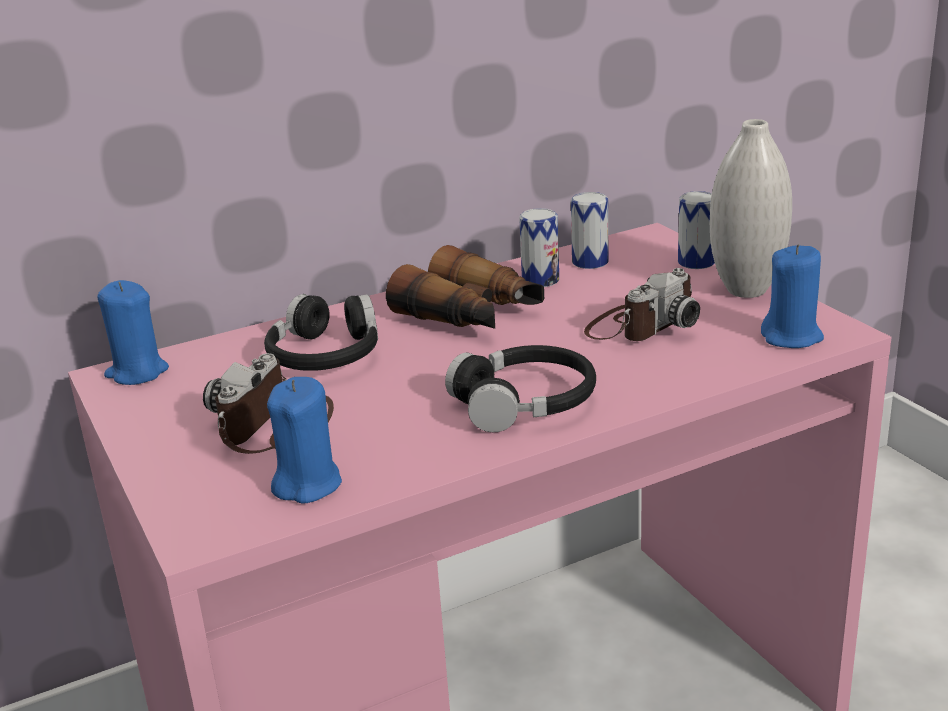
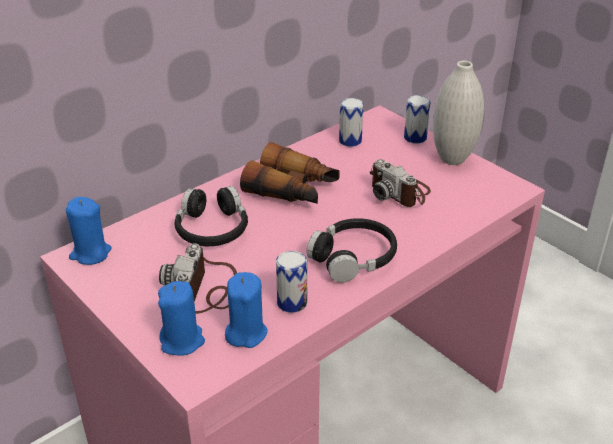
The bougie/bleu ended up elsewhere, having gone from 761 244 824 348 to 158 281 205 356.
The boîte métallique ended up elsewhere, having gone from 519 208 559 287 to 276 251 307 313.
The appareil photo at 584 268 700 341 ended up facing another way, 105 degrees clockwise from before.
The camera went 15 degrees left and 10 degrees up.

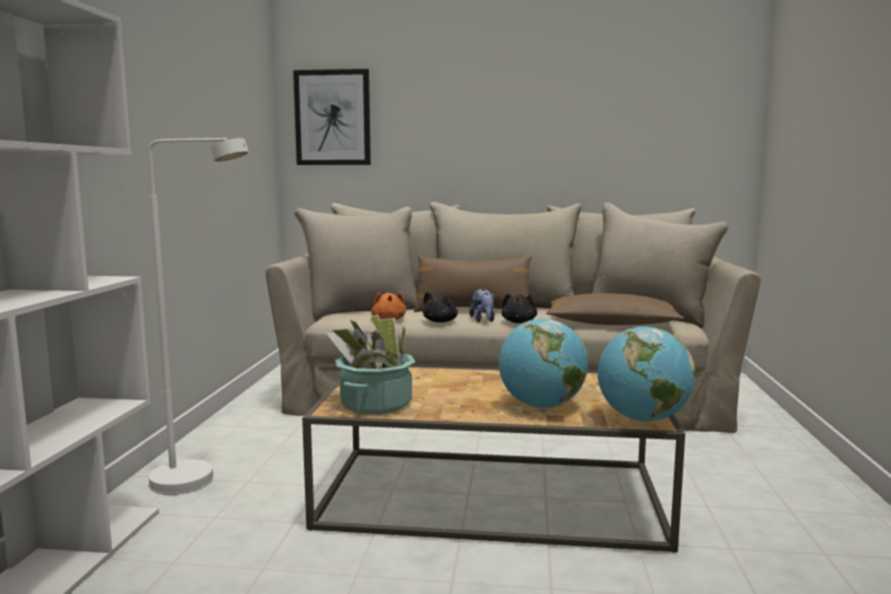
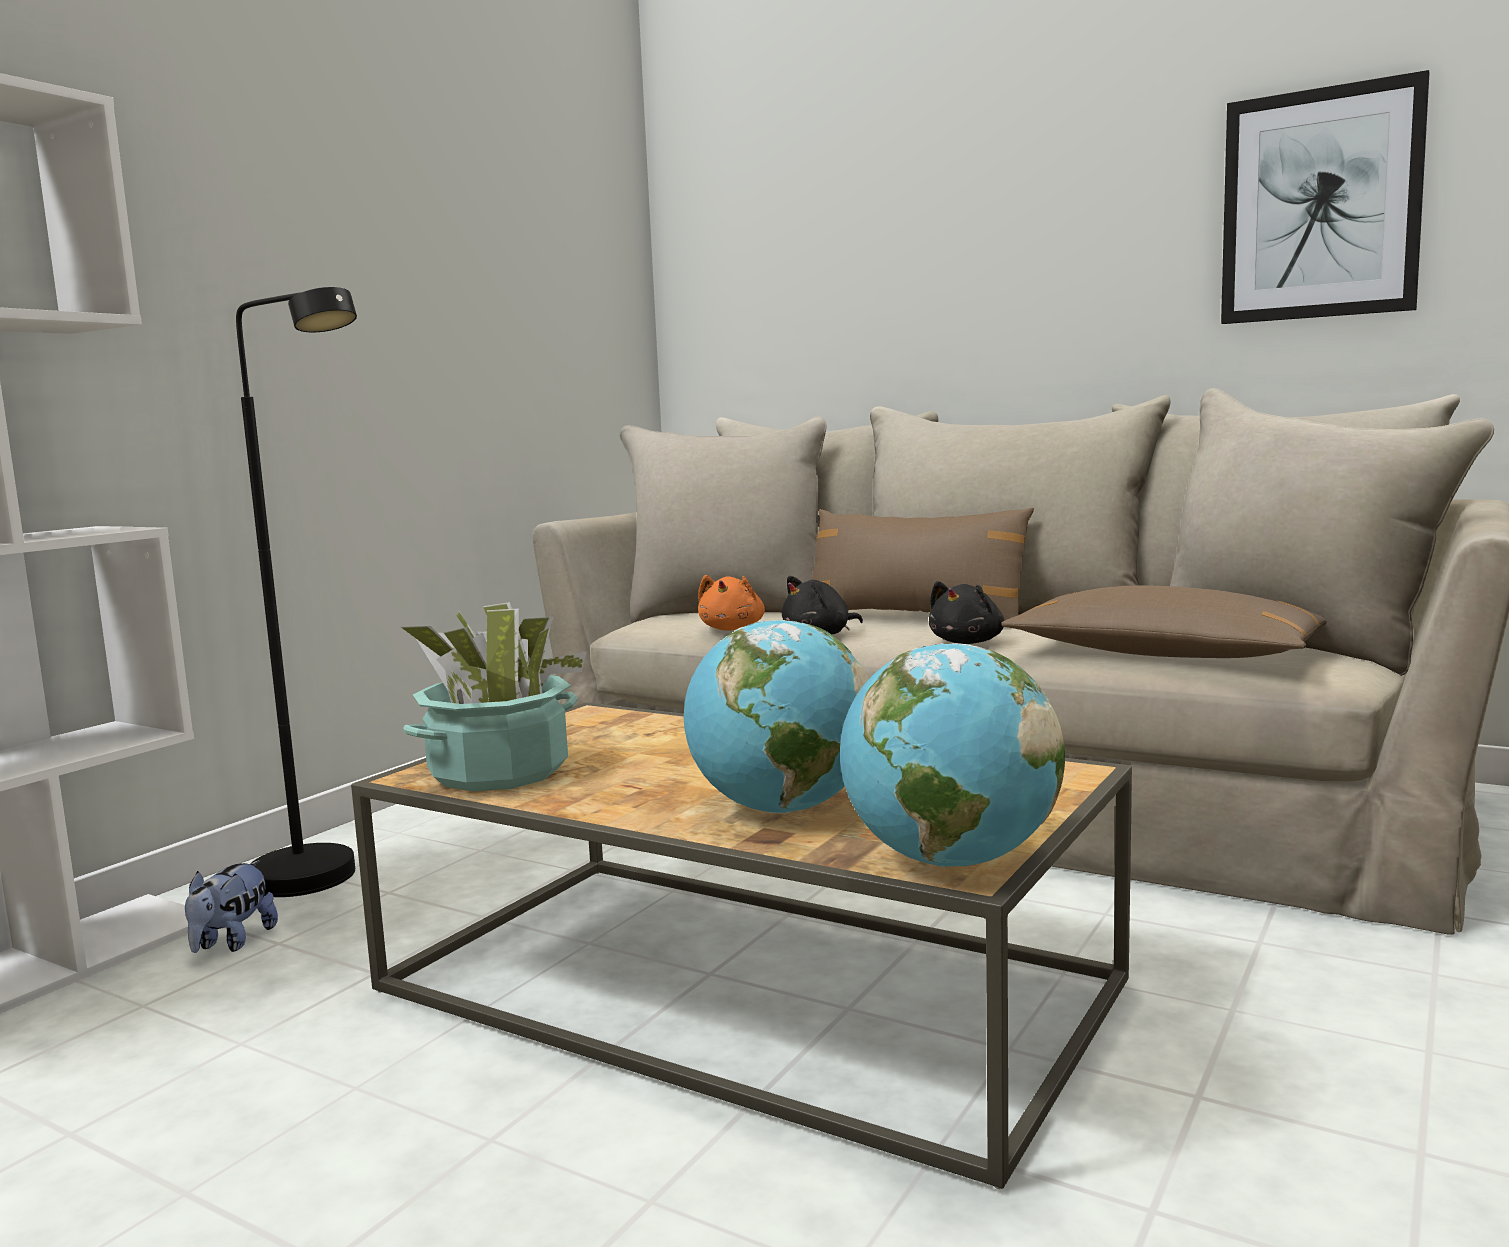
The peluche ended up elsewhere, having gone from 469 289 495 322 to 185 860 278 953.
What was the lampadaire/blanc at 149 138 249 495 turned into the lampadaire/noir at 236 287 357 897.
The tableau ended up elsewhere, having gone from 293 69 371 165 to 1221 70 1429 324.
The camera went 25 degrees right and 0 degrees up.

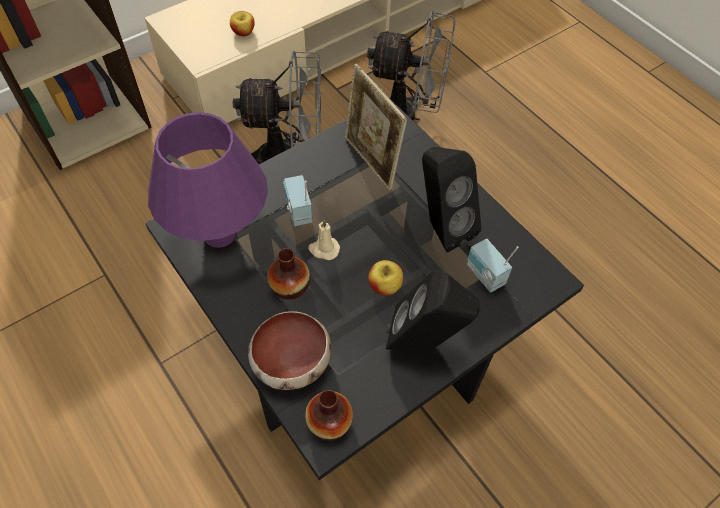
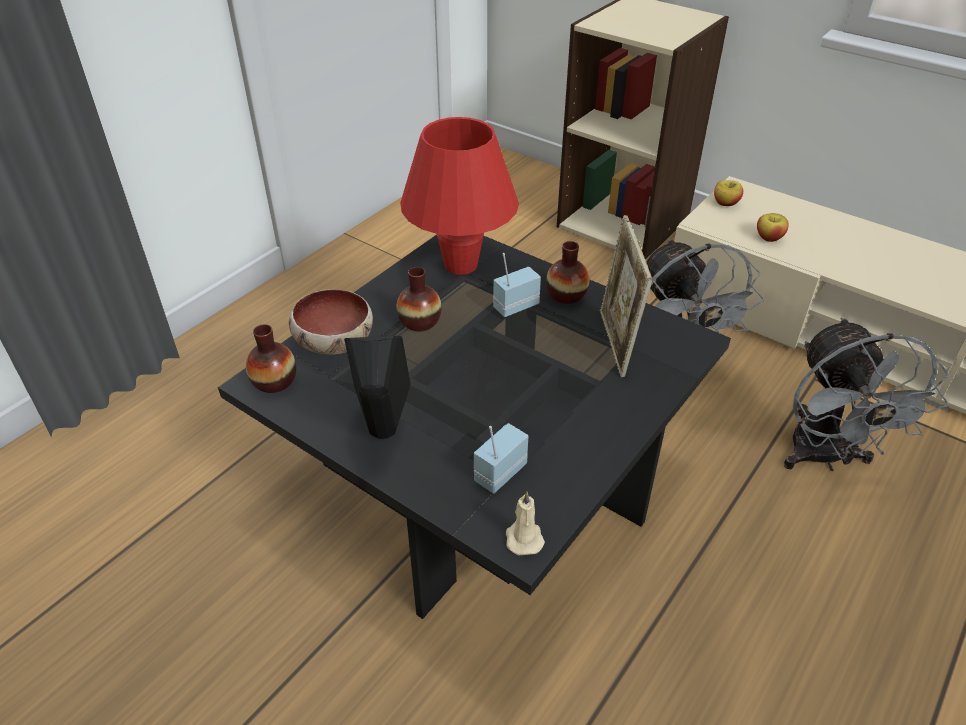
What was the lampe de table/violet at 148 112 268 248 turned into the lampe de table/rouge at 400 117 519 275.
The bougie/beige ended up elsewhere, having gone from 308 219 340 260 to 506 491 545 555.
The second view gained the vase at 546 241 589 304.
The cadre photo at 345 63 407 190 ended up facing another way, 45 degrees counterclockwise from before.
The pomme ended up elsewhere, having gone from 368 260 403 296 to 714 180 743 206.
The second view lost the enceinte/noir at 422 147 481 252.
The camera went 75 degrees right and 15 degrees down.

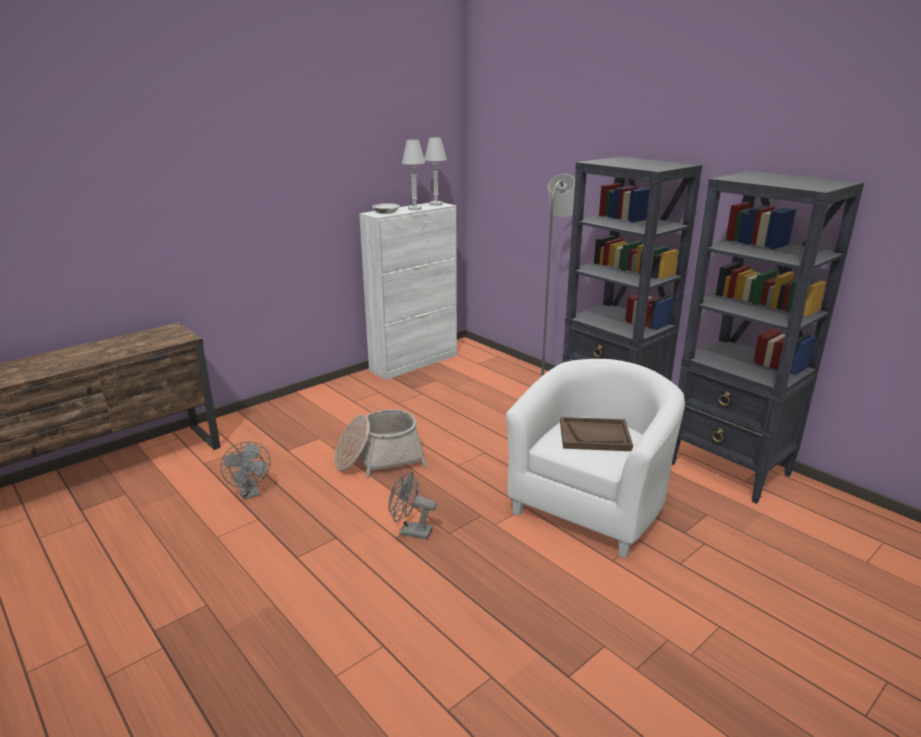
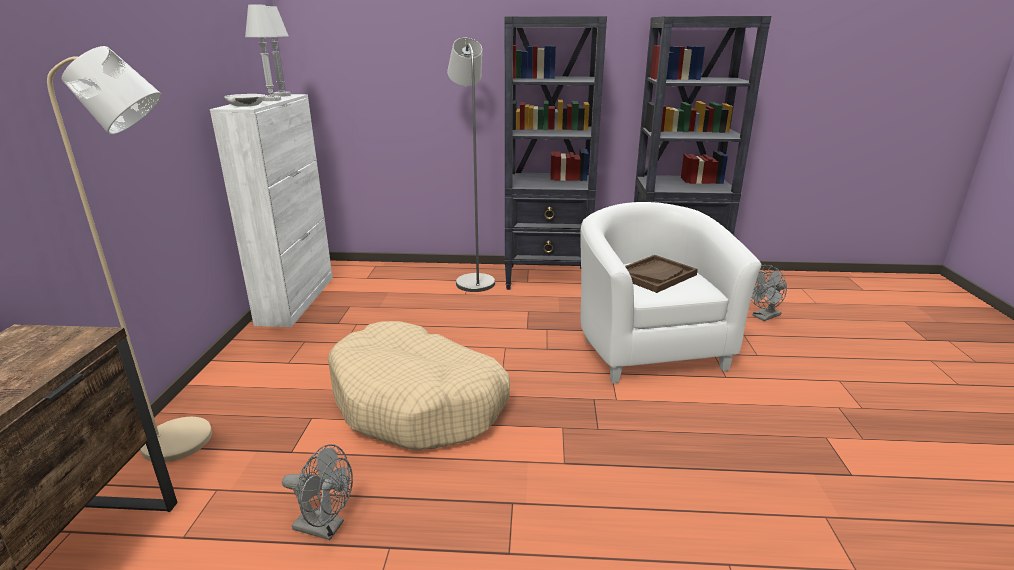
The second view gained the lampadaire/beige at 47 46 212 462.
Where the panier stood at 334 409 427 477, the panier pour chien/beige came to stand at 328 321 510 451.
The ventilateur/gris ended up elsewhere, having gone from 389 472 437 539 to 751 265 787 321.
The camera went 45 degrees left and 0 degrees up.

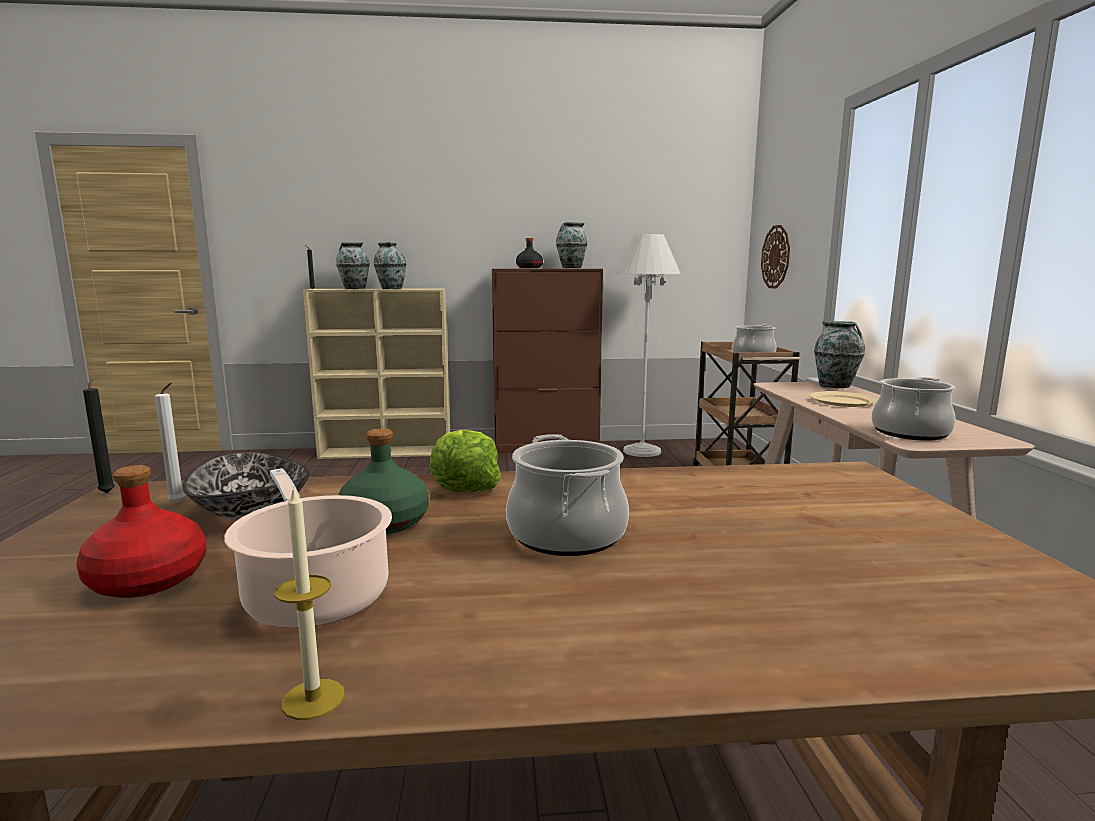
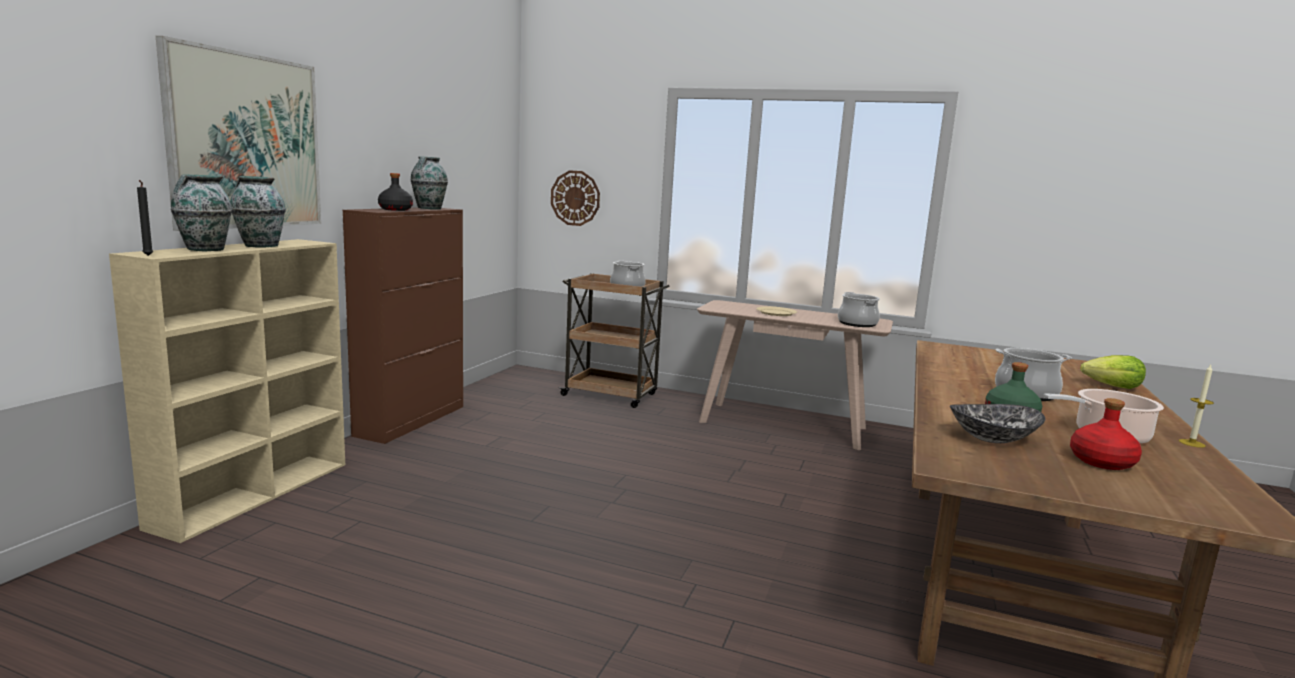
The second view gained the tableau at 156 36 321 231.
The laitue ended up elsewhere, having gone from 429 429 501 493 to 1080 355 1146 389.
The second view lost the bougie/noir at 83 375 115 493.
The second view lost the bougie/blanc at 155 383 185 503.
The second view lost the lampadaire/blanc at 616 234 681 457.
The second view lost the vase at 814 321 865 388.
The camera went 65 degrees left and 0 degrees up.

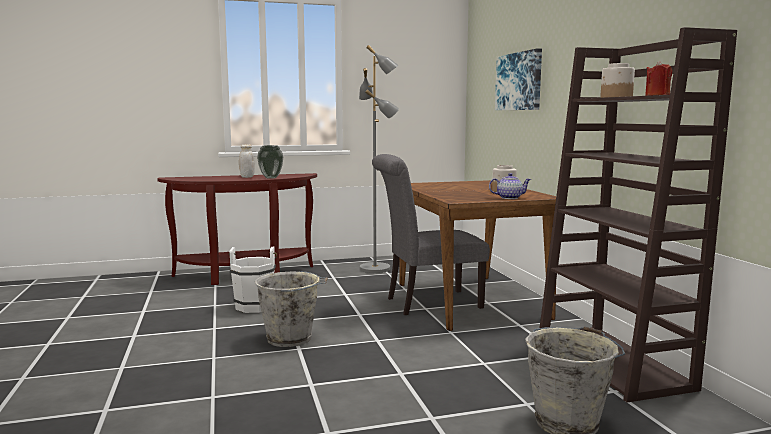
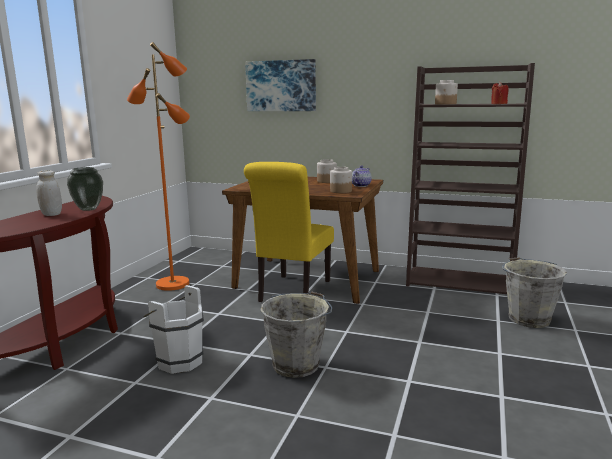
What was the lampadaire/gris at 359 45 399 273 turned into the lampadaire/orange at 127 42 190 291.
What was the chaise/gris at 372 154 490 315 turned into the chaise/jaune at 244 162 334 302.
The second view gained the bocal at 330 167 352 193.
The camera went 55 degrees left and 5 degrees up.

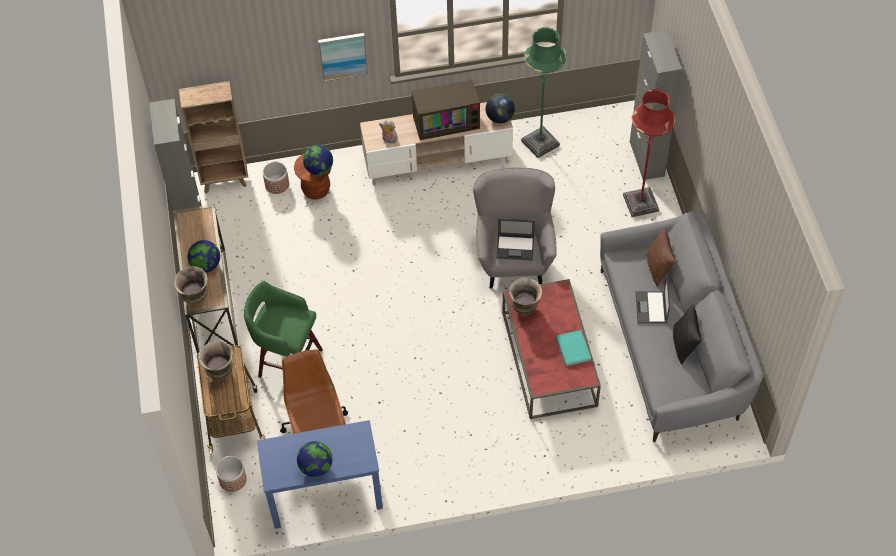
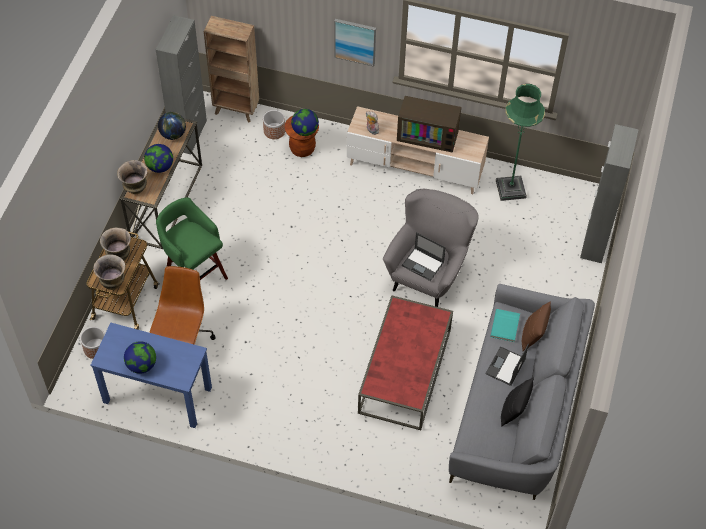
The vase ended up elsewhere, having gone from 509 278 542 315 to 93 254 125 290.
The globe ended up elsewhere, having gone from 486 94 515 123 to 158 112 186 140.
The livre/turquoise ended up elsewhere, having gone from 556 330 591 366 to 490 309 520 342.
The second view lost the lampadaire/rouge at 623 89 675 217.
The camera went 25 degrees right and 0 degrees up.

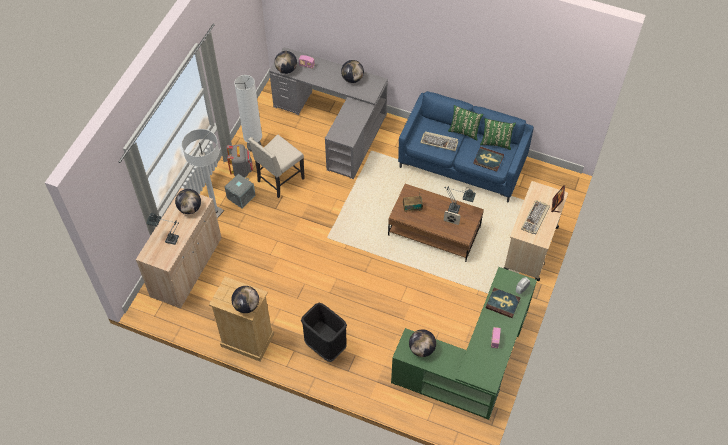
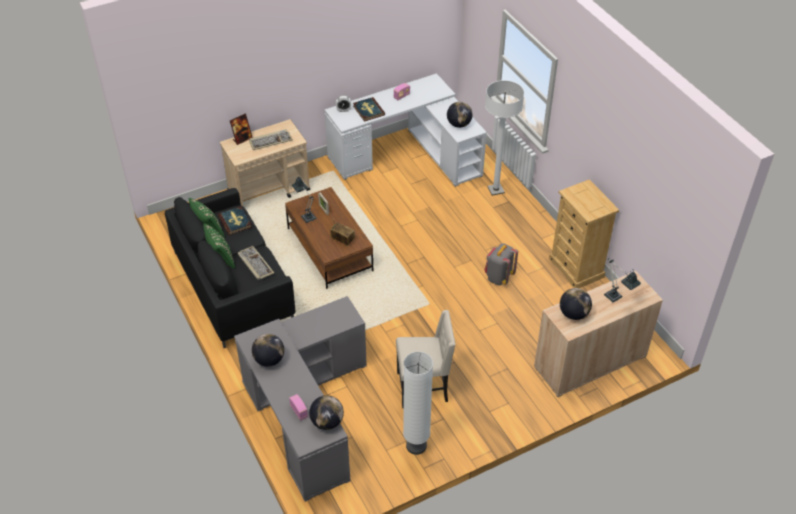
What was the canapé/bleu at 398 91 534 203 turned into the canapé/noir at 165 188 295 348.
What was the bureau/vert at 391 267 537 420 turned into the bureau/blanc at 325 73 487 187.
The lampadaire/blanc ended up elsewhere, having gone from 182 129 224 218 to 485 80 524 196.
The sac à dos/gris ended up elsewhere, having gone from 227 144 253 177 to 485 243 518 285.
The second view lost the boîte de rangement/gris at 225 174 256 208.
The second view lost the globe at 231 286 259 313.
The second view lost the poubelle/noir at 301 303 347 362.
The camera went 140 degrees left and 10 degrees down.

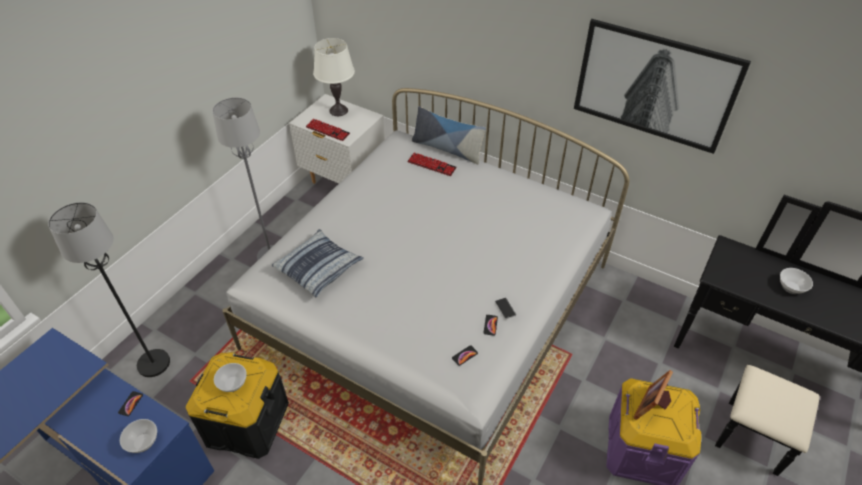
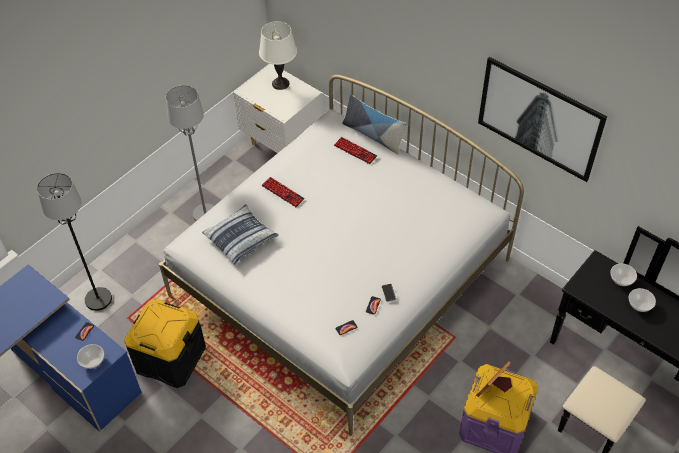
The clavier ended up elsewhere, having gone from 306 118 350 141 to 262 177 305 207.
The bol ended up elsewhere, having gone from 214 363 247 392 to 610 263 637 286.
The camera went 10 degrees right and 5 degrees up.

